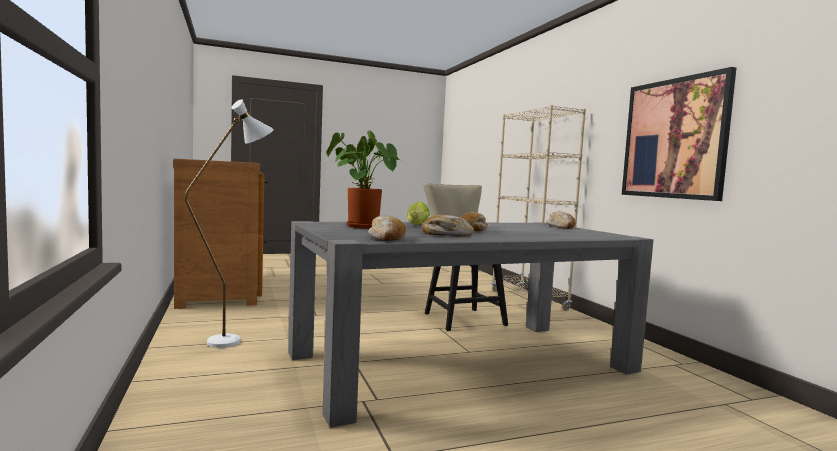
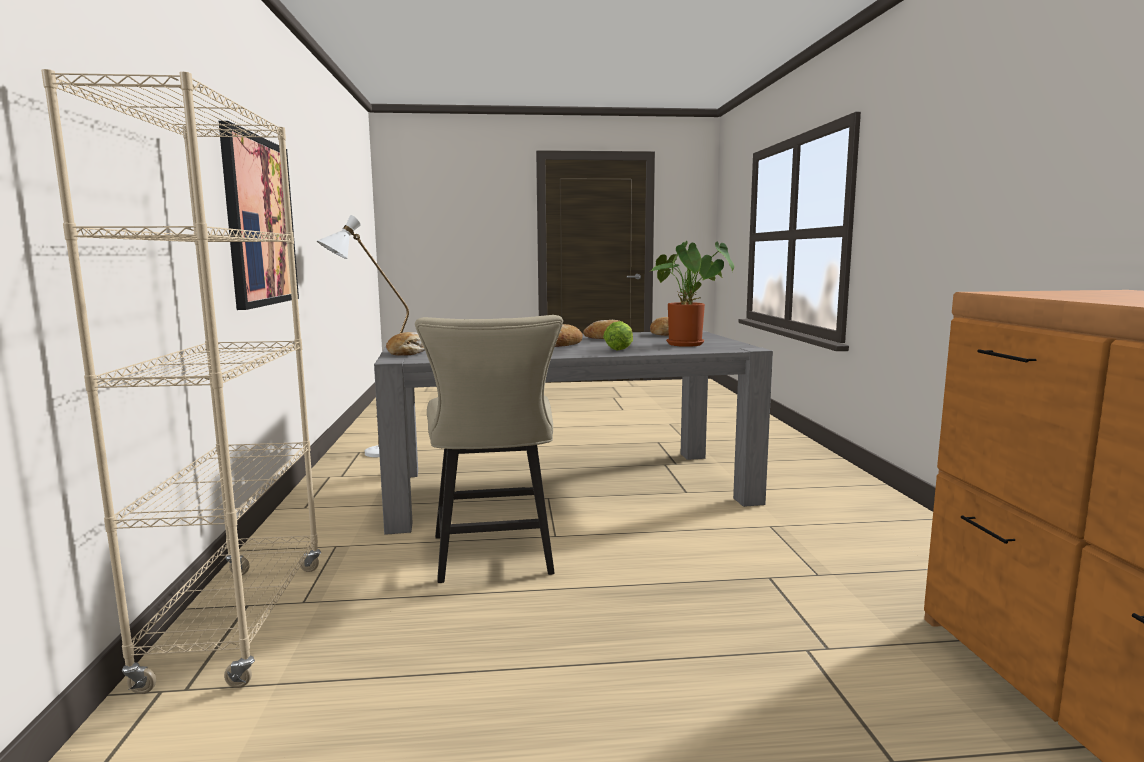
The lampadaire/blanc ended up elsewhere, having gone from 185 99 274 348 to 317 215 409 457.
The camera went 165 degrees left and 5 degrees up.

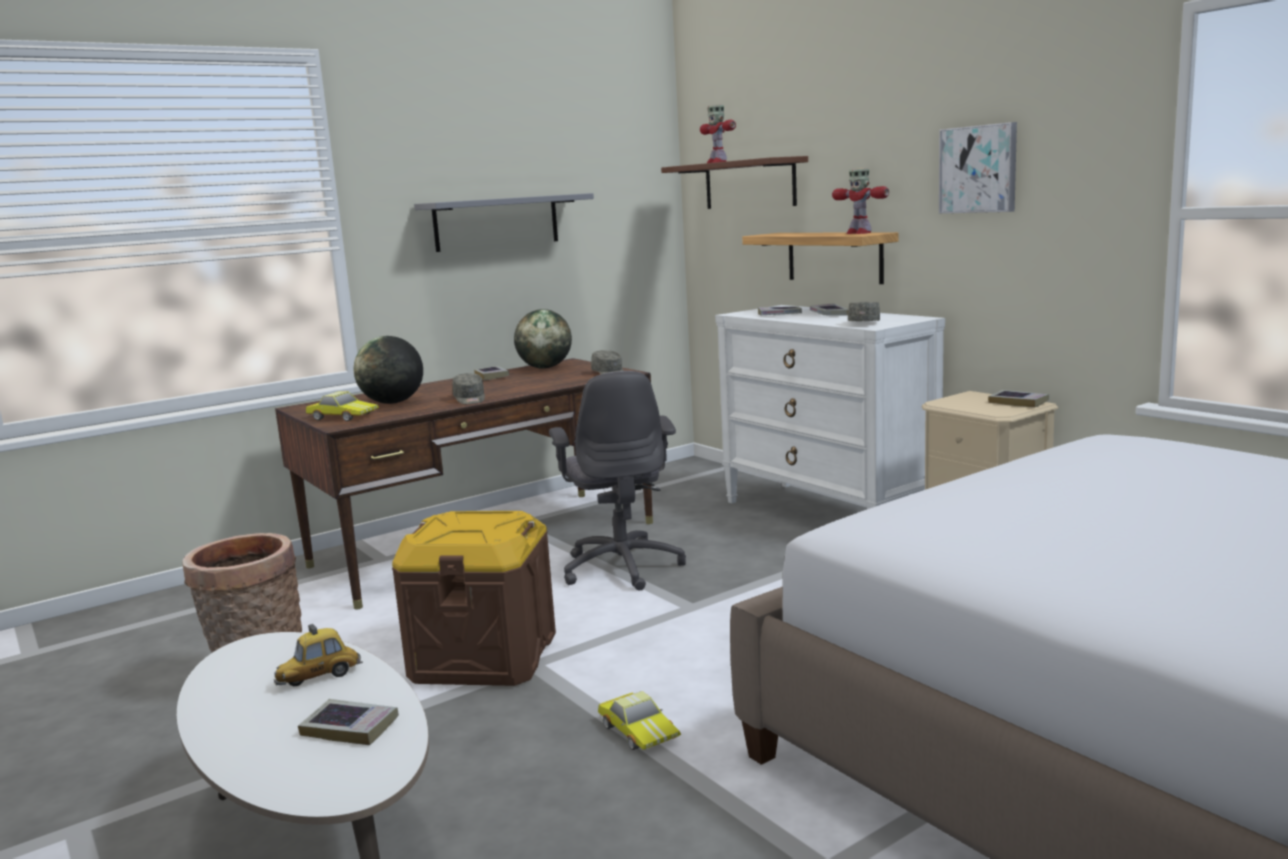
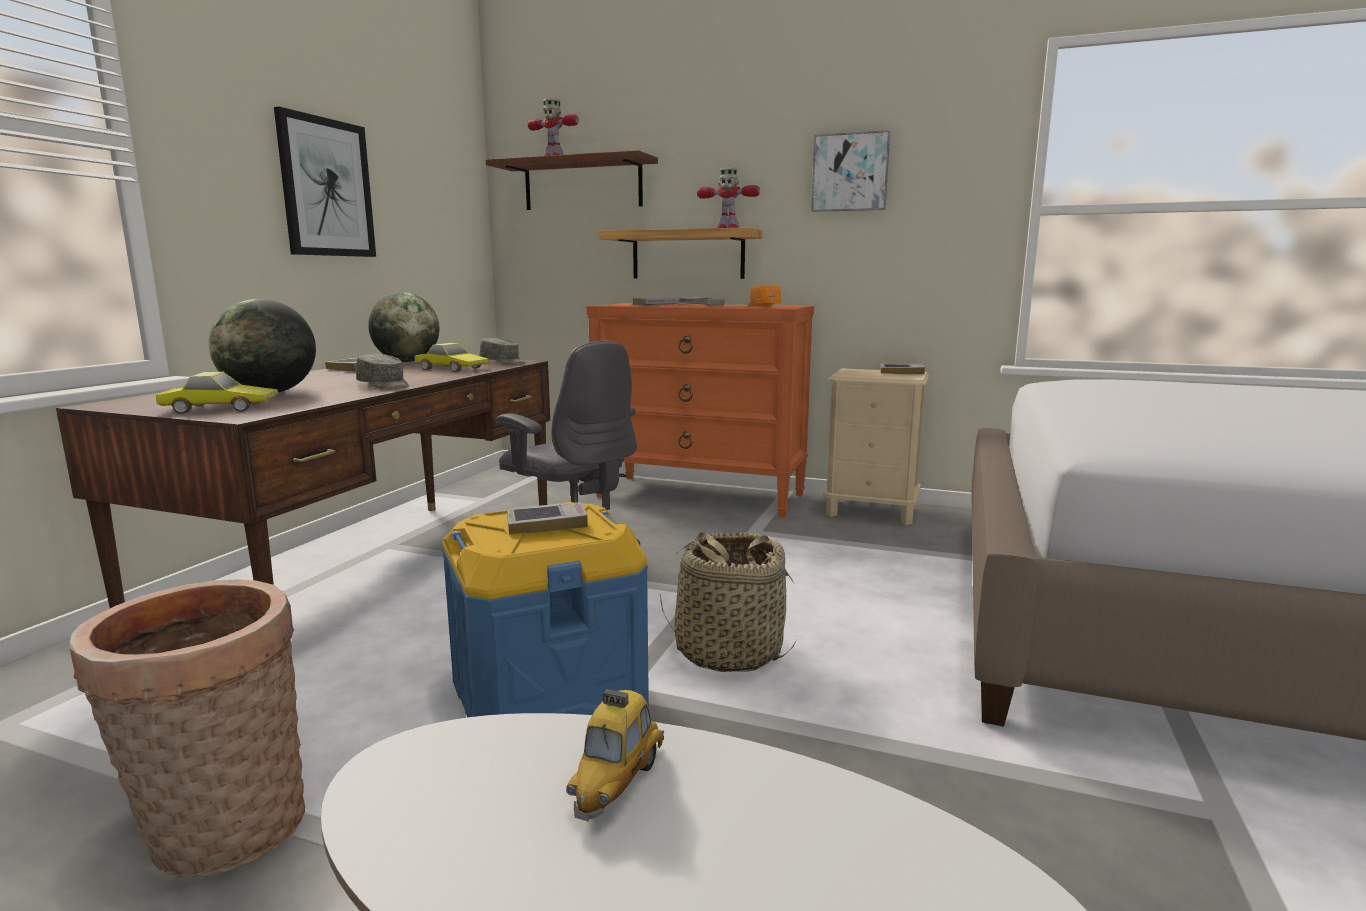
Where the étagère/gris hung at 414 193 594 252, the tableau came to hang at 274 107 376 257.
The petite voiture ended up elsewhere, having gone from 598 691 681 750 to 414 343 489 372.
What was the boîte de rangement/marron at 392 511 556 686 turned into the boîte de rangement/bleu at 442 502 649 717.
The livre ended up elsewhere, having gone from 298 699 399 745 to 507 502 588 535.
What was the commode/blanc at 715 305 945 509 turned into the commode/orange at 586 303 814 517.
The second view gained the panier at 660 532 796 673.
What was the casquette/gris at 848 302 880 321 turned into the casquette/orange at 748 285 781 307.
The camera went 35 degrees left and 0 degrees up.

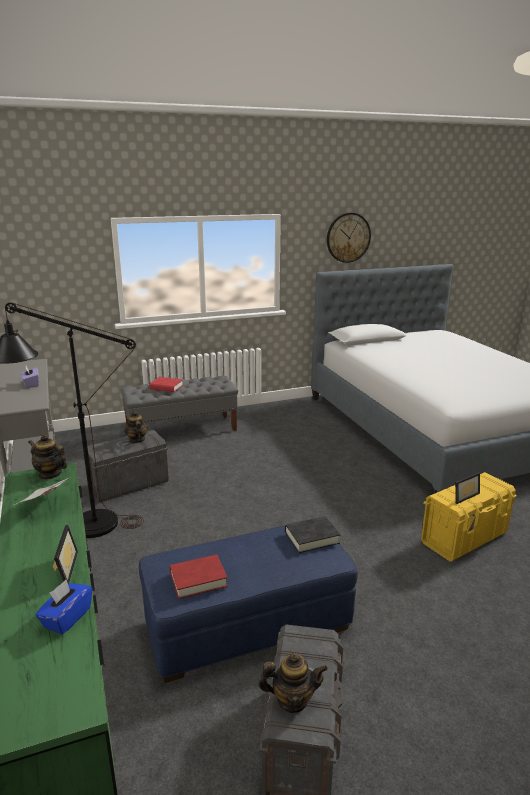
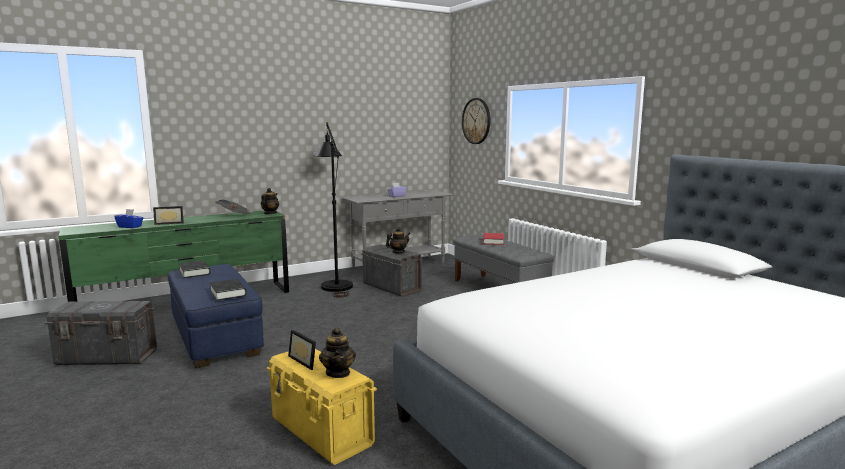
What was the livre/rouge at 169 554 228 599 turned into the livre/noir at 179 260 210 278.
The théière ended up elsewhere, having gone from 258 653 328 713 to 319 327 356 378.
The horloge murale ended up elsewhere, having gone from 327 213 371 263 to 462 98 490 144.
The camera went 80 degrees right and 10 degrees down.

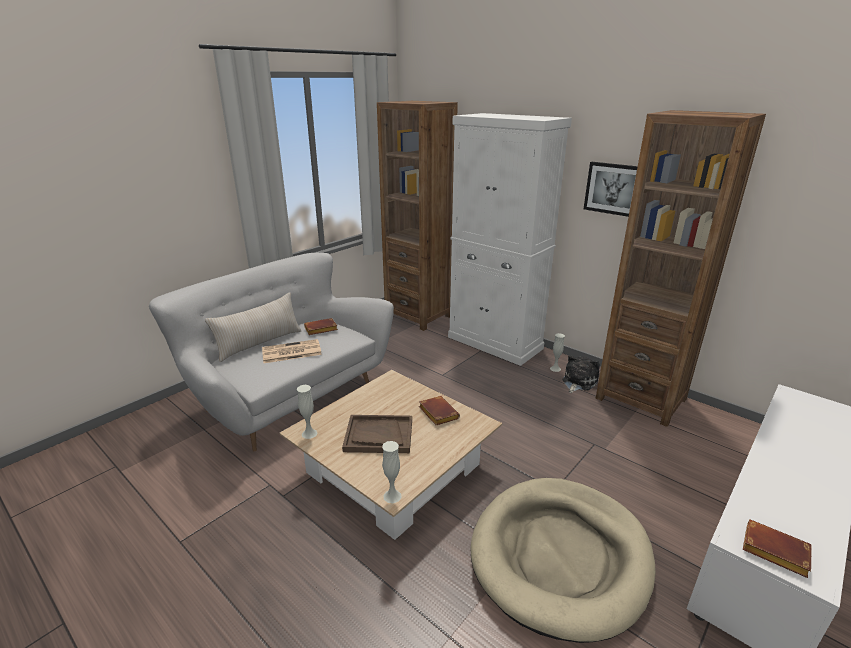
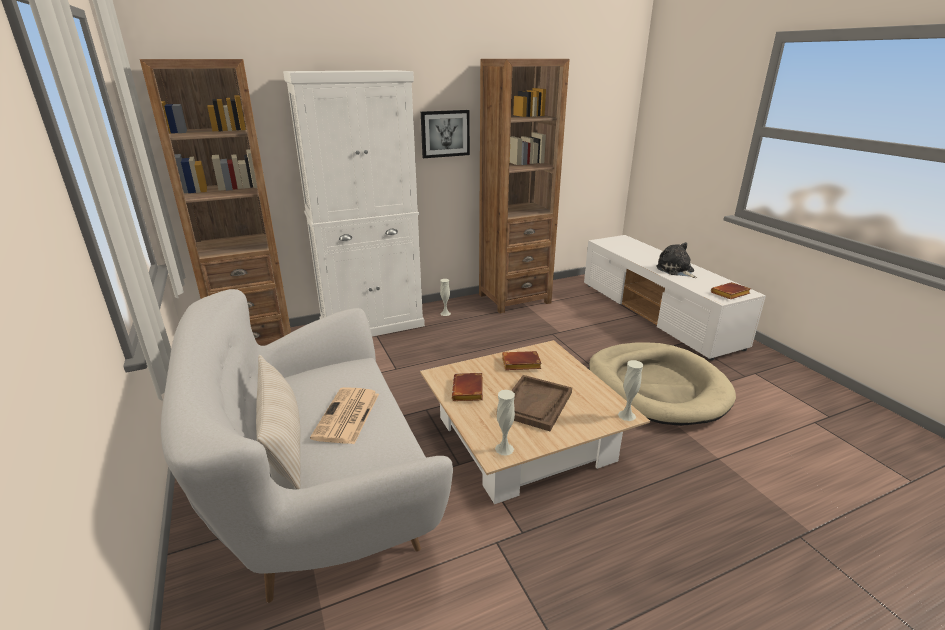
The livre/marron ended up elsewhere, having gone from 304 318 338 335 to 452 373 483 401.
The peluche ended up elsewhere, having gone from 562 355 600 393 to 656 242 697 278.
The camera went 65 degrees left and 0 degrees up.

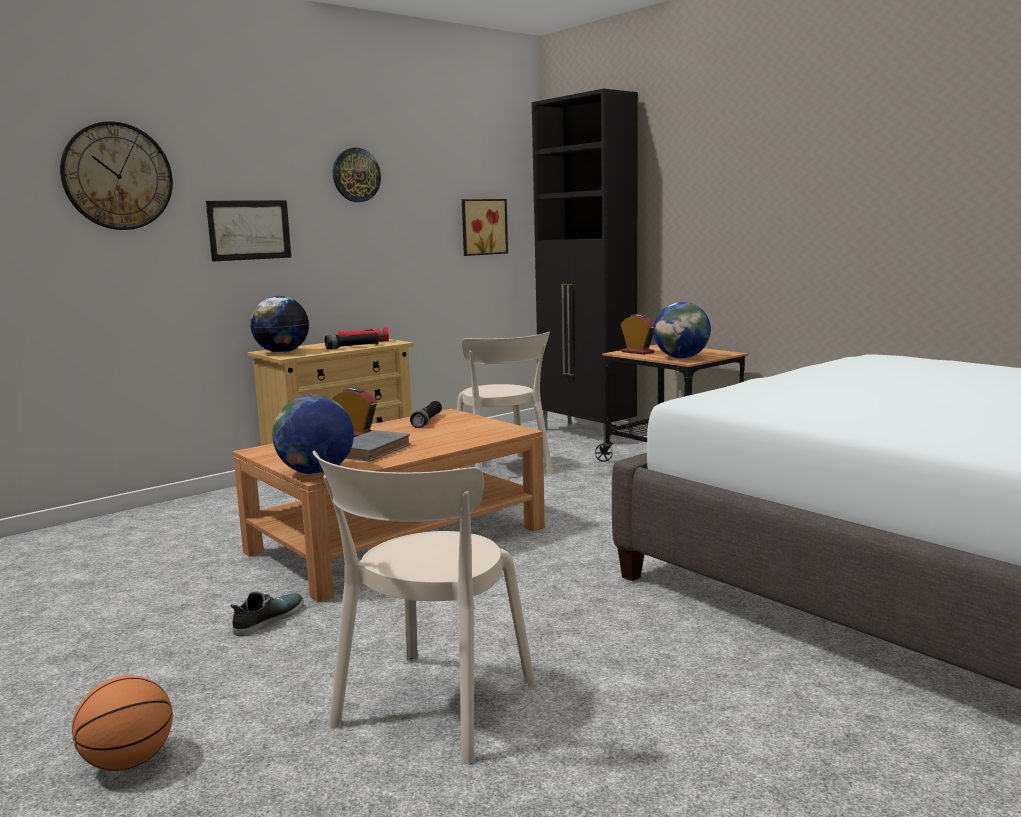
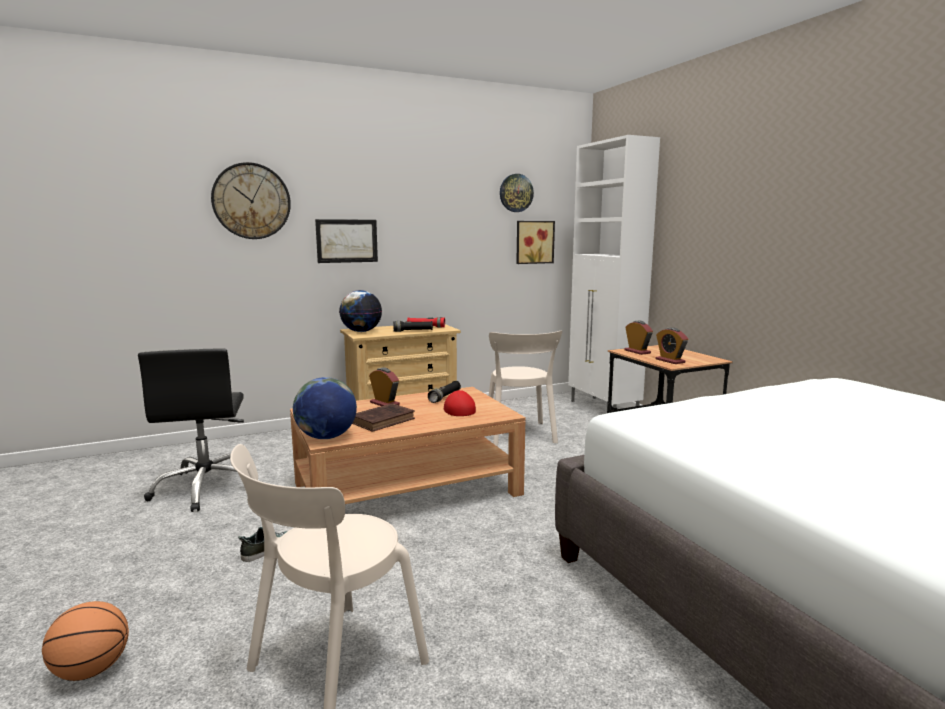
The second view gained the chaise de bureau/noir at 138 349 244 512.
What was the livre/gris at 346 430 411 462 turned into the livre/marron at 352 403 415 432.
The second view gained the casquette/rouge at 444 390 476 416.
The horloge murale ended up elsewhere, having gone from 333 148 381 202 to 500 174 534 212.
What was the meuble de rangement/noir at 532 89 638 443 turned into the meuble de rangement/blanc at 568 135 660 408.
Where the globe stood at 653 302 711 358, the réveil came to stand at 656 327 688 364.
The camera went 15 degrees right and 0 degrees up.

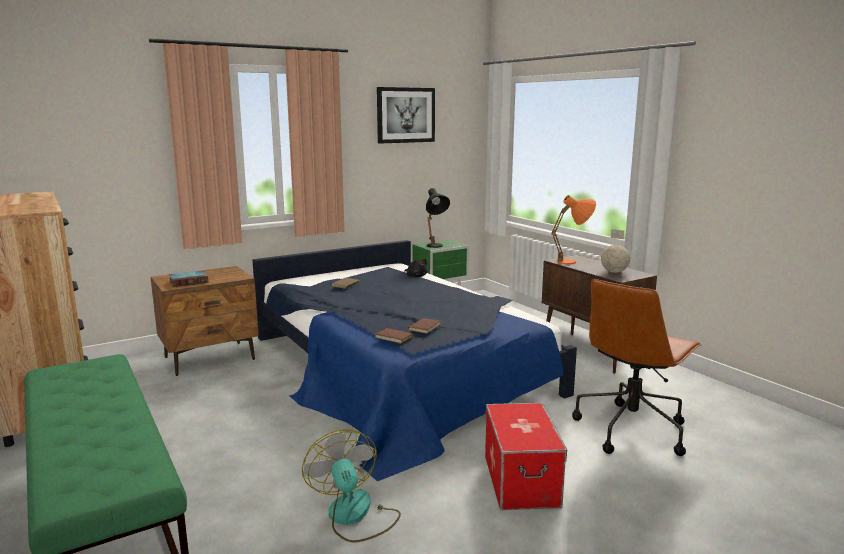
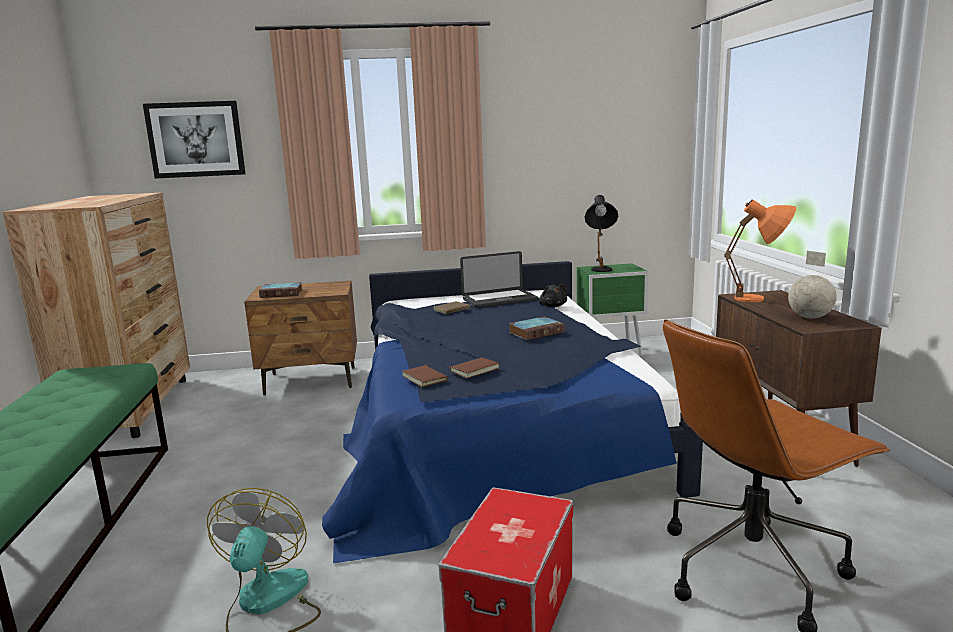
The tableau ended up elsewhere, having gone from 377 87 435 144 to 143 101 246 179.
The second view gained the ordinateur portable at 460 251 538 308.
The second view gained the livre at 509 316 564 340.
The camera went 25 degrees right and 0 degrees up.

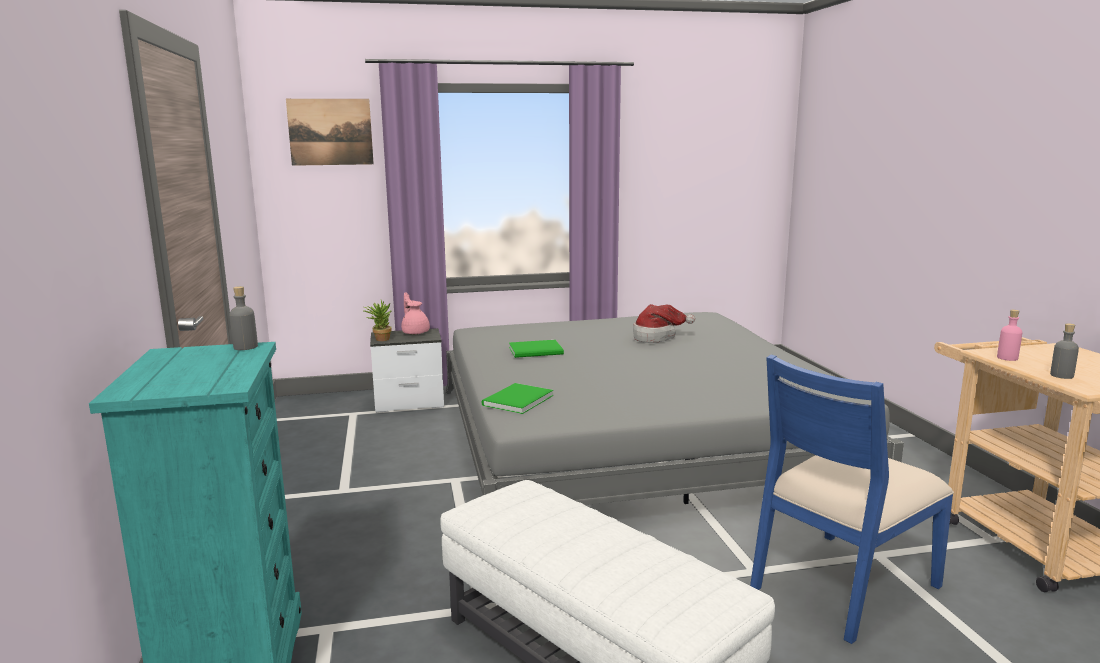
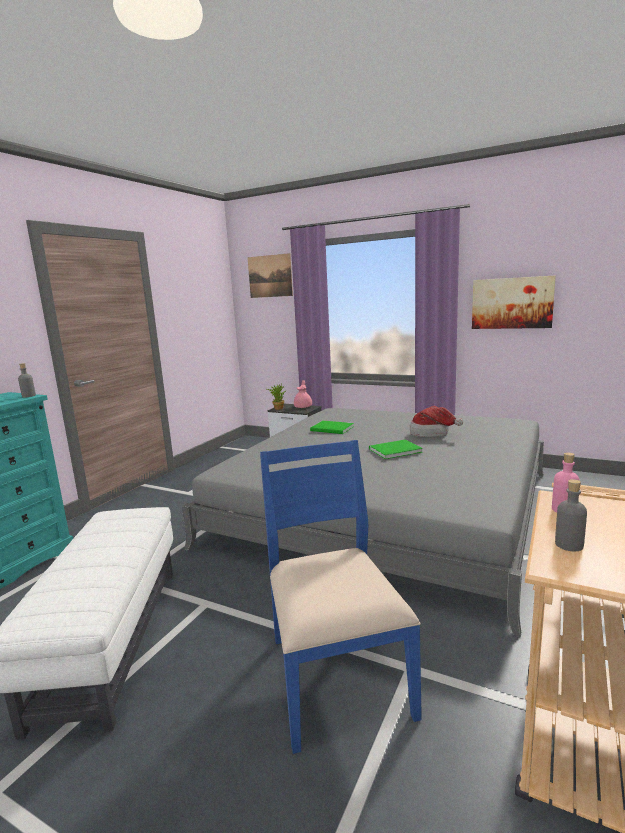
The chaise/bleu at 750 355 954 644 ended up facing another way, 75 degrees clockwise from before.
The livre/vert ended up elsewhere, having gone from 482 383 553 414 to 369 440 423 459.
The second view gained the tableau at 472 276 556 329.
The camera went 40 degrees right and 0 degrees up.

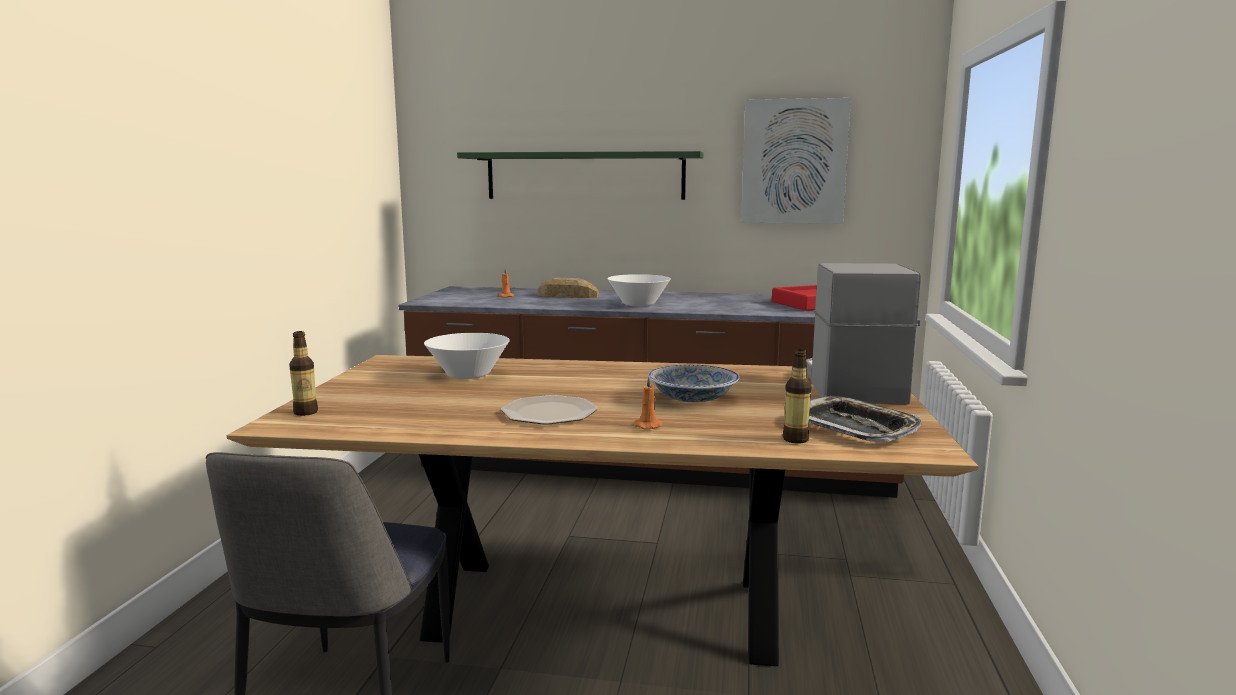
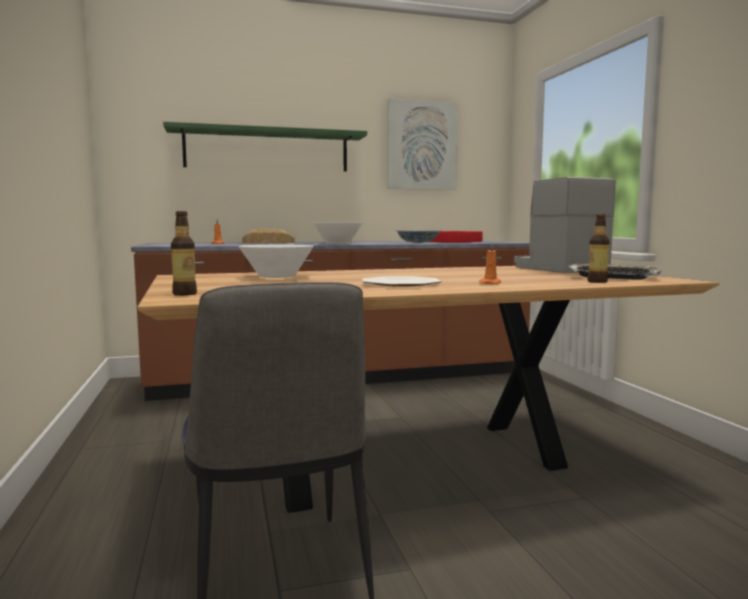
The bol ended up elsewhere, having gone from 648 365 739 402 to 395 230 442 243.
The camera went 25 degrees left and 5 degrees down.

